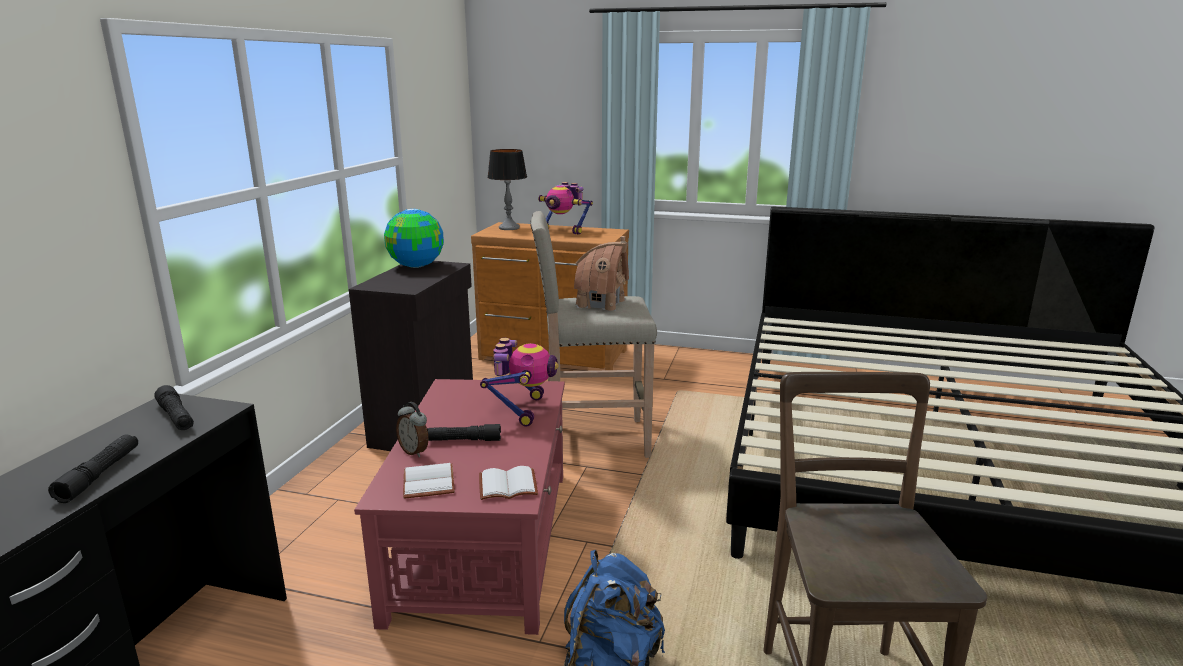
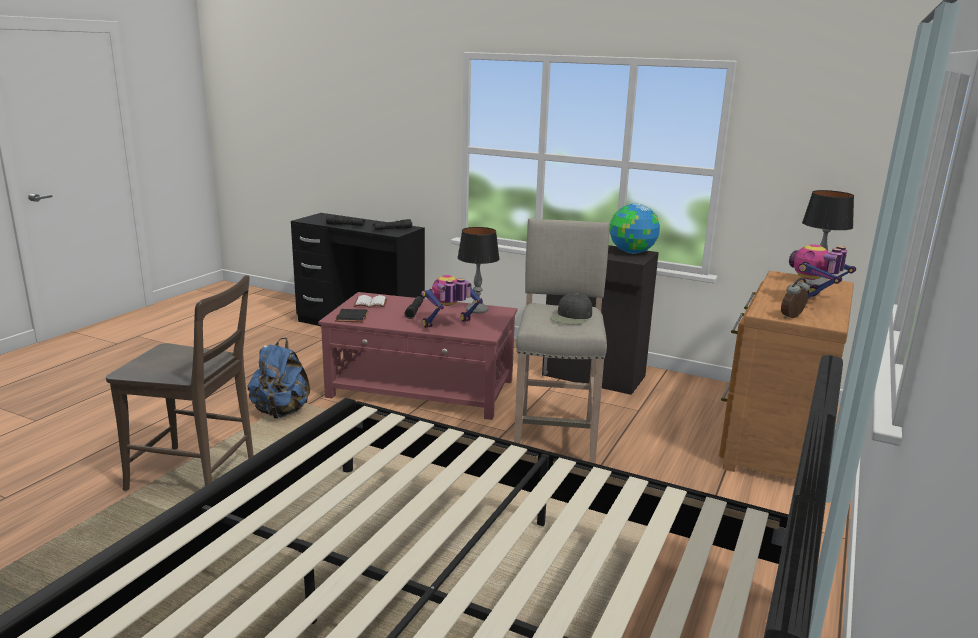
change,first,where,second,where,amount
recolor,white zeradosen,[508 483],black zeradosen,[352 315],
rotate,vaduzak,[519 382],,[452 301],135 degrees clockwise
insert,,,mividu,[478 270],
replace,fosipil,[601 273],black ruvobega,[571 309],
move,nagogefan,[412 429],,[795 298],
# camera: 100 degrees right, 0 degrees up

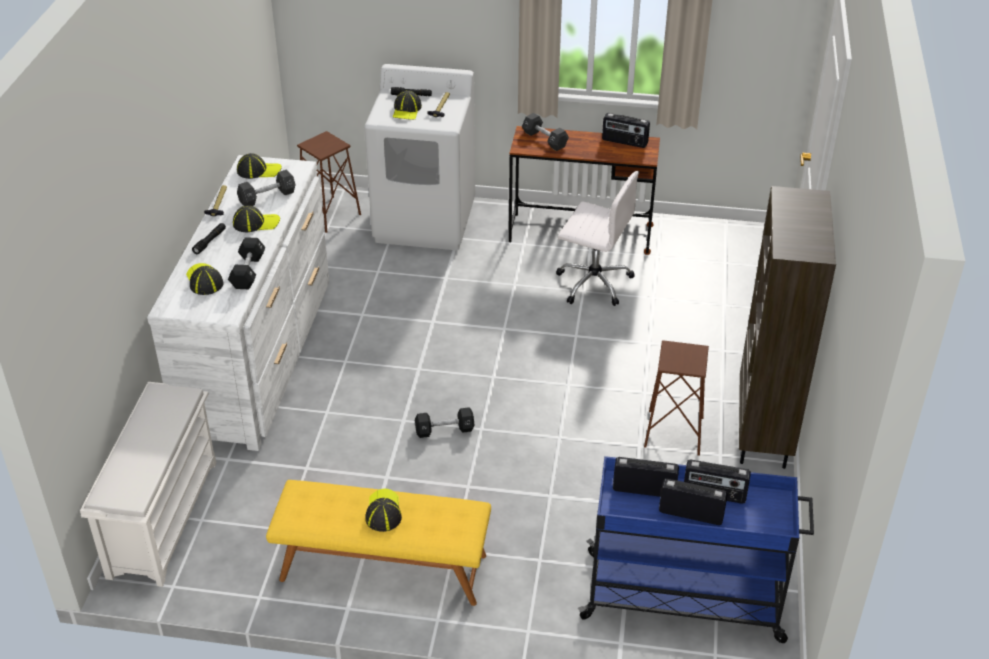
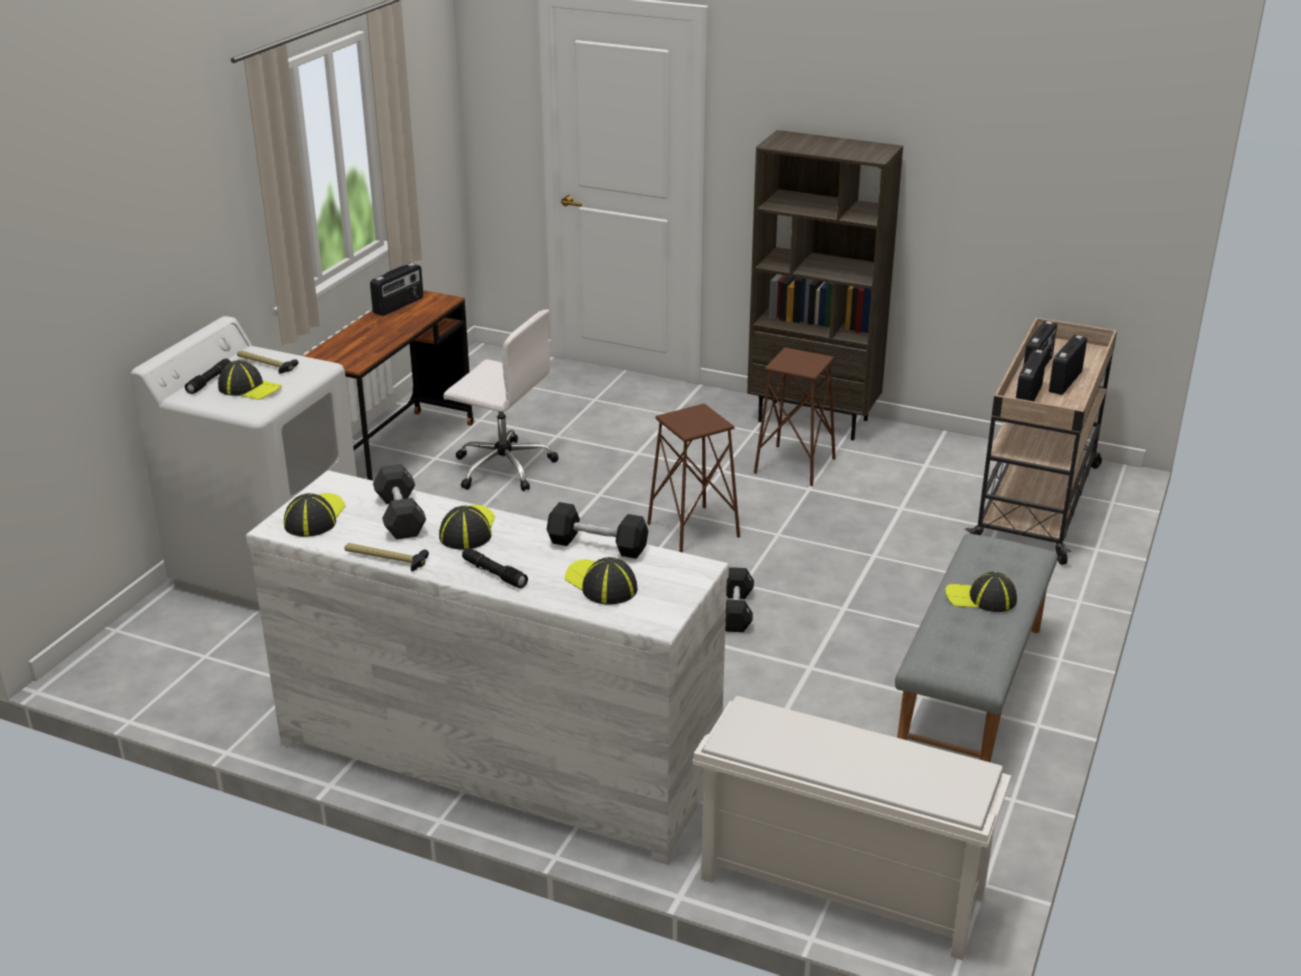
change,first,where,second,where,amount
rotate,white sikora,[597 238],,[500 400],75 degrees clockwise
rotate,ruvobega,[204 279],,[601 580],60 degrees clockwise
move,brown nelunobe,[329 182],,[693 478],
recolor,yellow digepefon,[378 543],grey digepefon,[976 648],
recolor,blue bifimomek,[696 549],beige bifimomek,[1041 441],
delete,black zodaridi,[545 132],,,
# camera: 75 degrees left, 10 degrees down

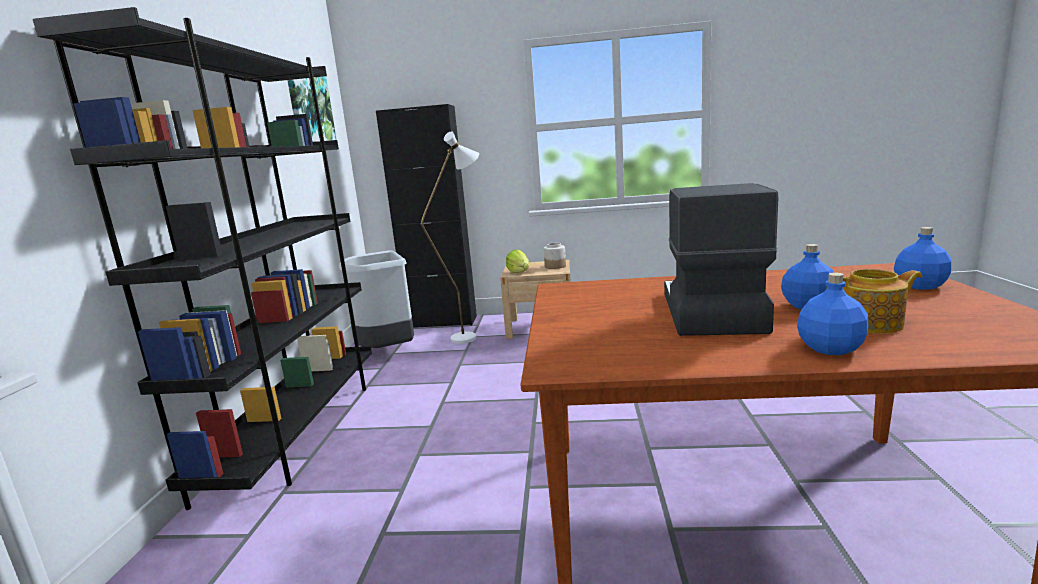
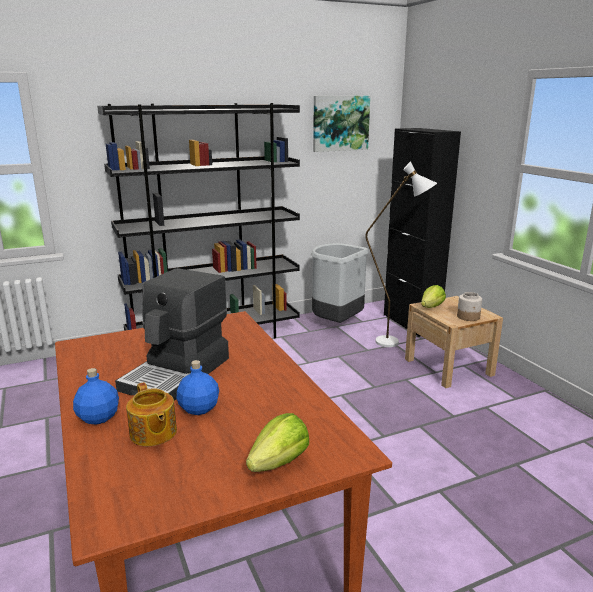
change,first,where,second,where,amount
rotate,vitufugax,[721 259],,[172 334],135 degrees clockwise
replace,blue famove,[923 258],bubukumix,[277 442],
# camera: 60 degrees right, 5 degrees up

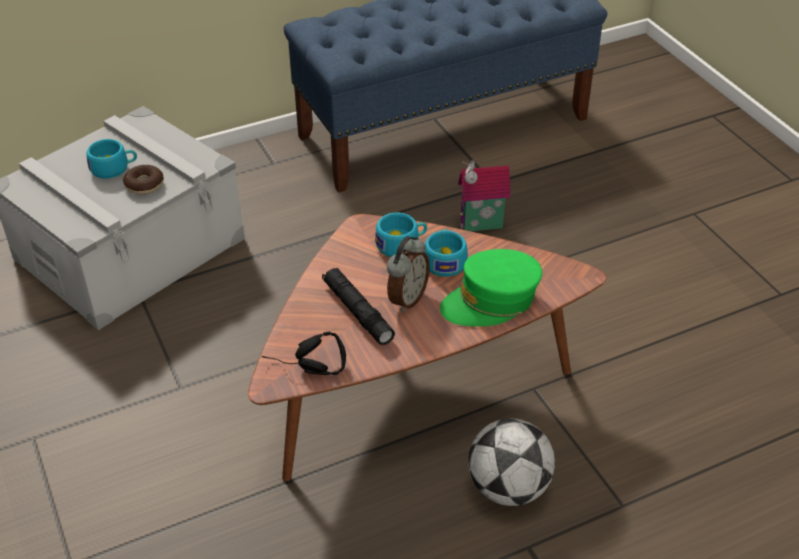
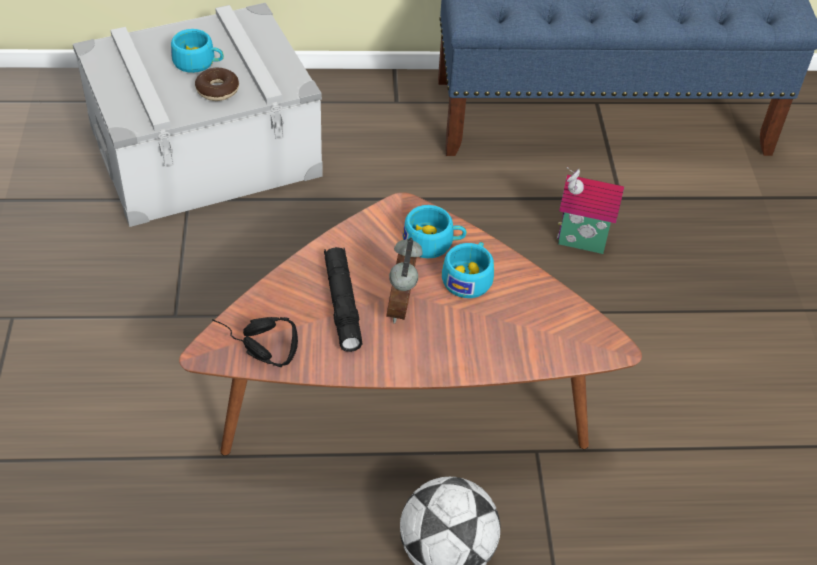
change,first,where,second,where,amount
rotate,nagogefan,[408 274],,[404 280],135 degrees clockwise
delete,green ruvobega,[491 287],,,
# camera: 20 degrees right, 5 degrees up

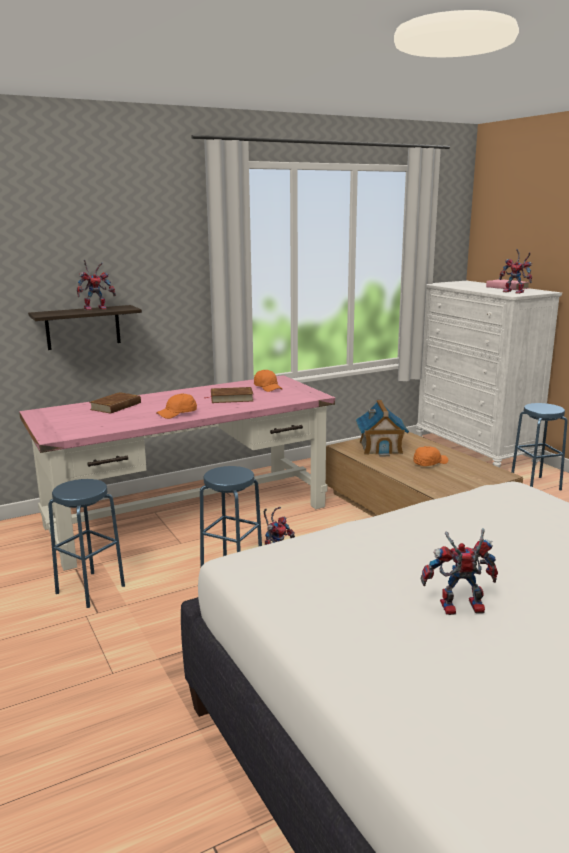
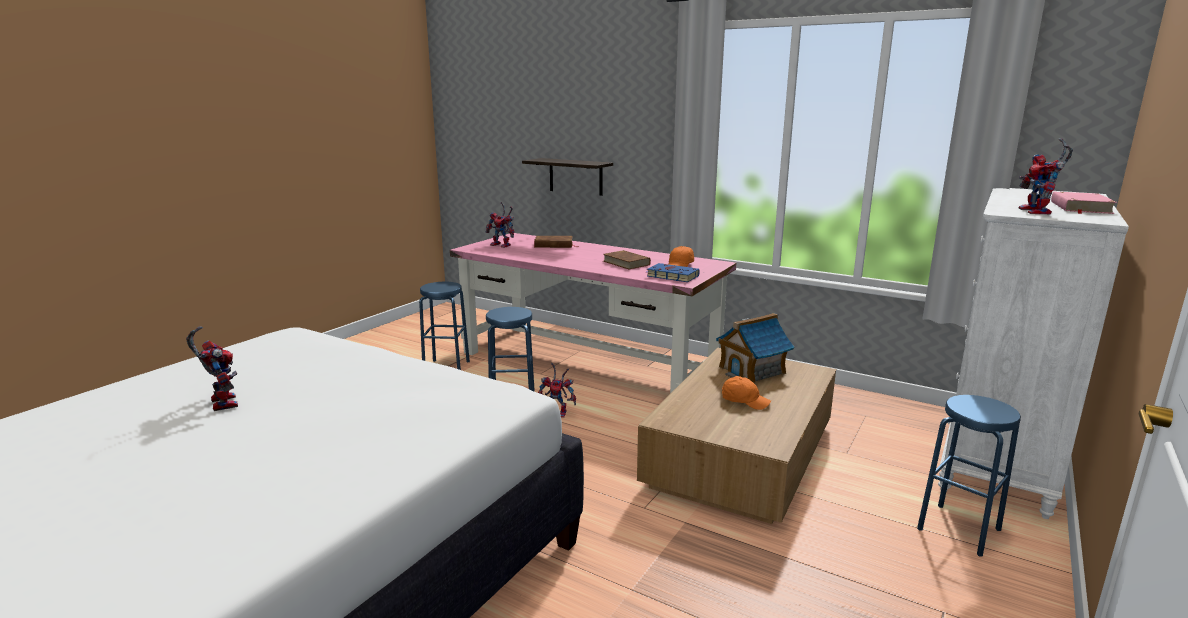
change,first,where,second,where,amount
move,vaduzak,[96 285],,[500 225],
insert,,,blue zeradosen,[673 272],
delete,orange ruvobega,[176 406],,,
# camera: 60 degrees right, 0 degrees up

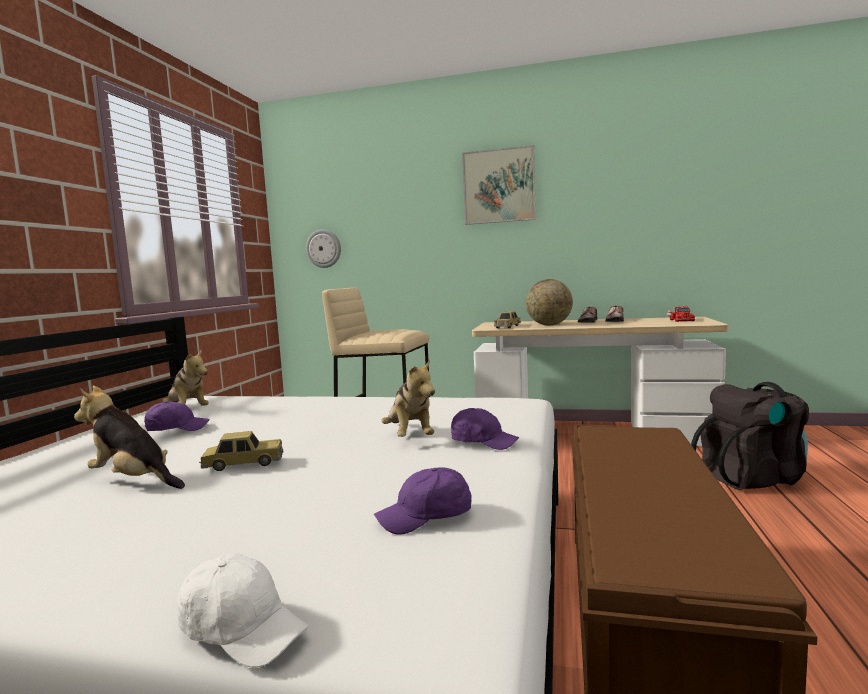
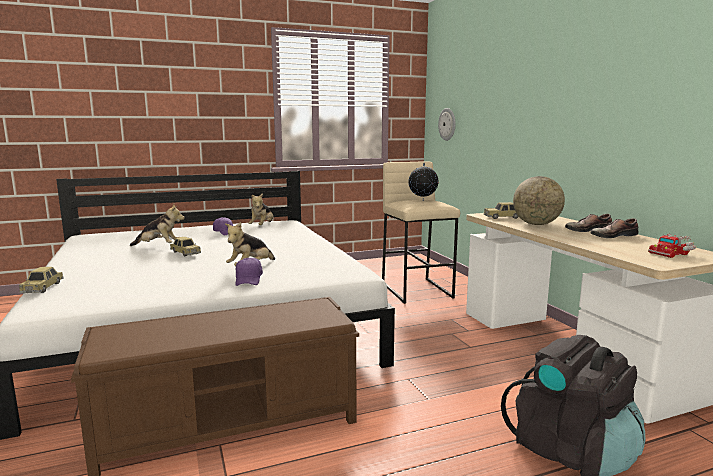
change,first,where,second,where,amount
replace,white ruvobega,[243 610],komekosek,[41 280],
rotate,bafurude,[129 437],,[157 225],105 degrees clockwise
insert,,,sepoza,[423 182],
delete,purple ruvobega,[423 501],,,
delete,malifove,[499 185],,,
# camera: 55 degrees right, 5 degrees up

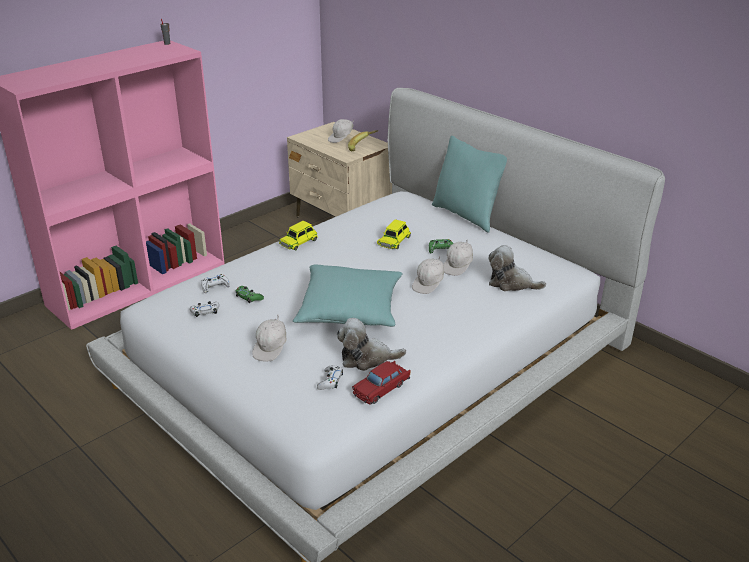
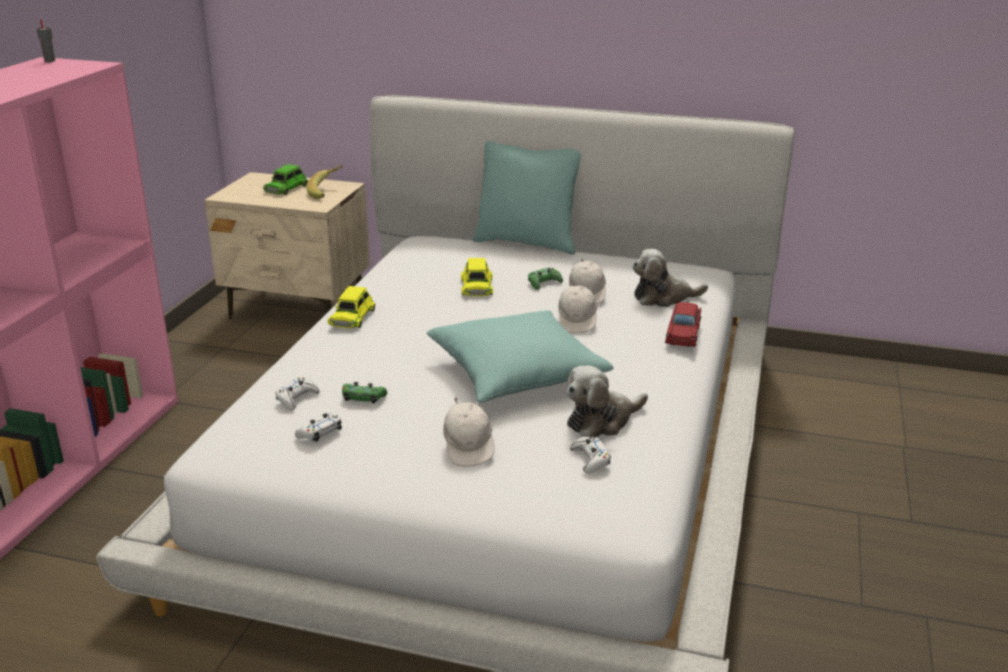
change,first,where,second,where,amount
replace,white ruvobega,[341 131],green komekosek,[285 179],
move,red komekosek,[381 383],,[683 324],
# camera: 30 degrees left, 5 degrees down

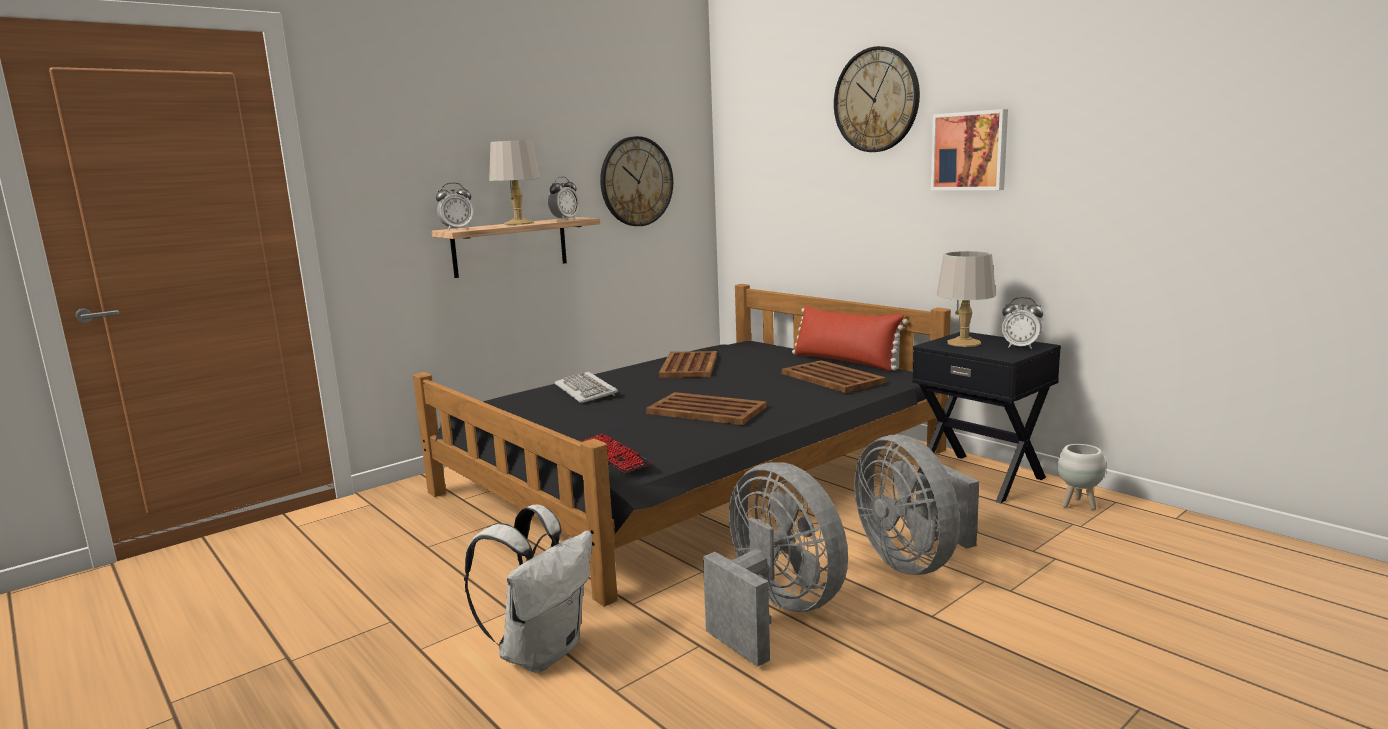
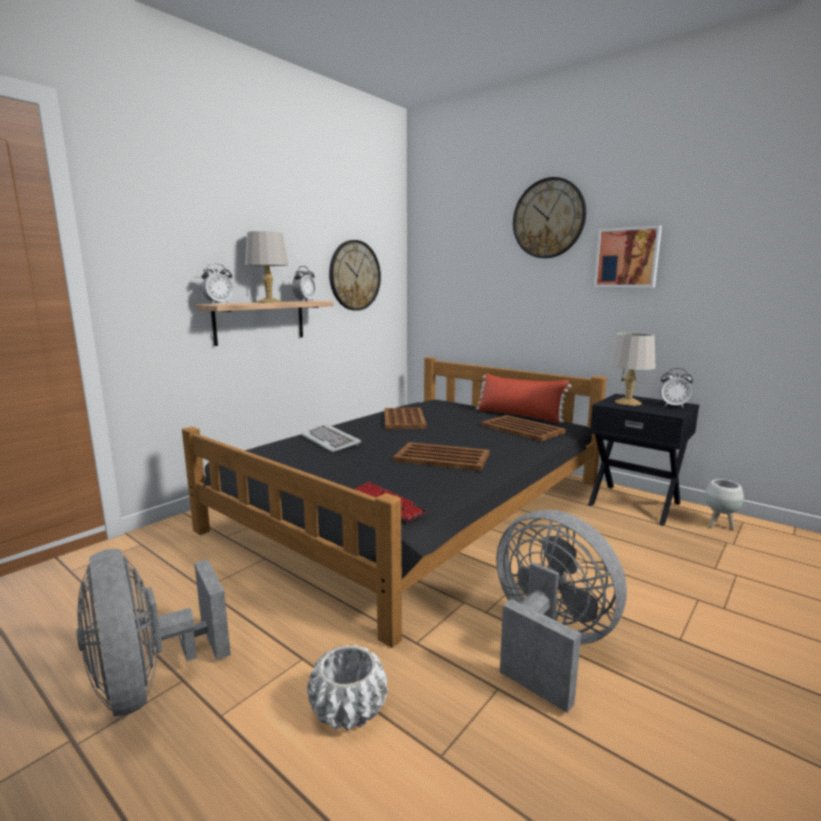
change,first,where,second,where,amount
move,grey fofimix,[916 505],,[153 633],
replace,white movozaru,[528 588],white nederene,[347 688],
# camera: 10 degrees left, 0 degrees up

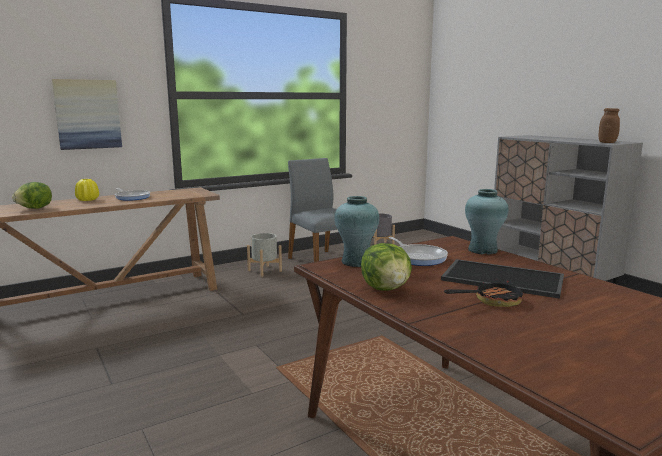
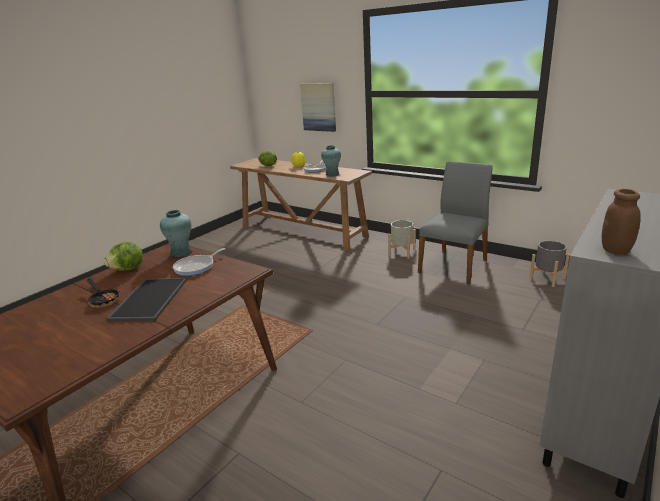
change,first,where,second,where,amount
move,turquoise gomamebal,[487 222],,[331 161],
# camera: 70 degrees right, 10 degrees up

